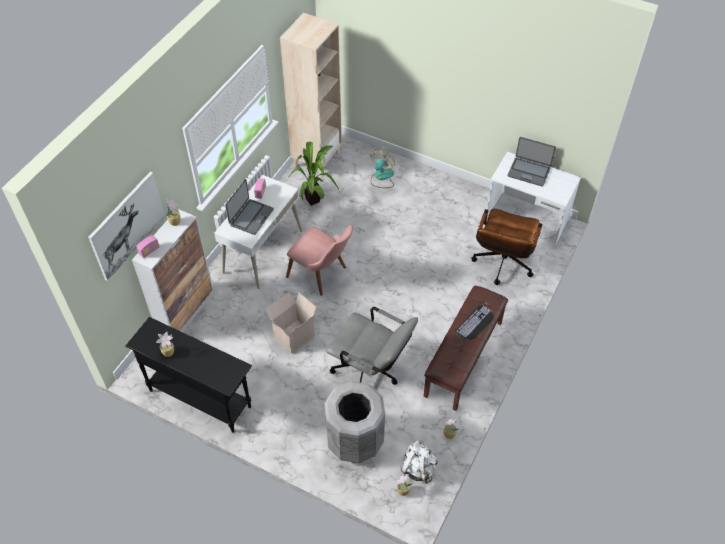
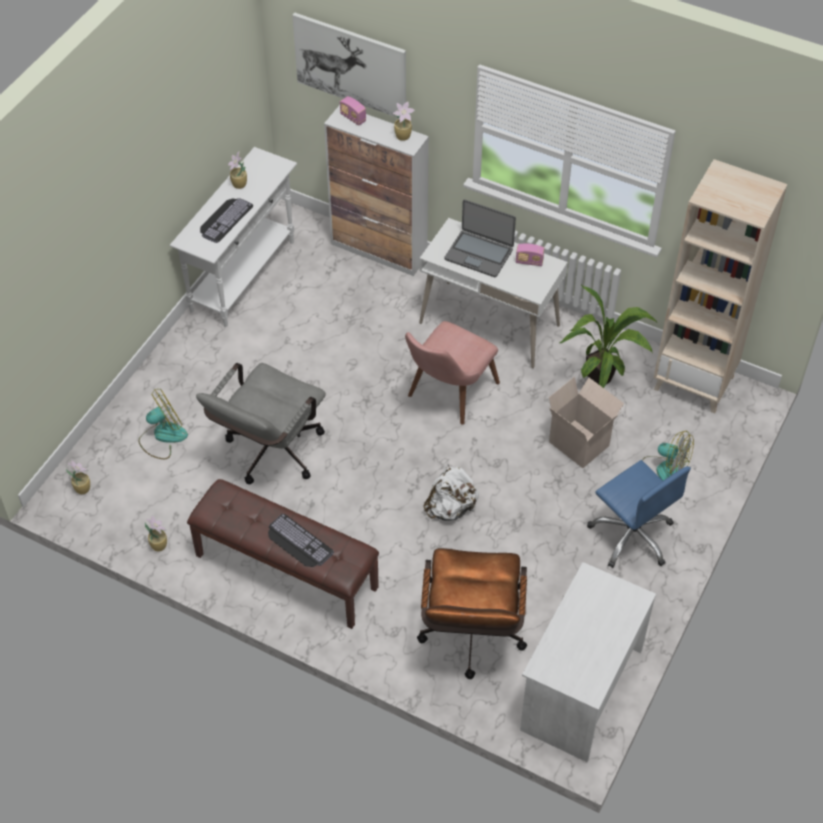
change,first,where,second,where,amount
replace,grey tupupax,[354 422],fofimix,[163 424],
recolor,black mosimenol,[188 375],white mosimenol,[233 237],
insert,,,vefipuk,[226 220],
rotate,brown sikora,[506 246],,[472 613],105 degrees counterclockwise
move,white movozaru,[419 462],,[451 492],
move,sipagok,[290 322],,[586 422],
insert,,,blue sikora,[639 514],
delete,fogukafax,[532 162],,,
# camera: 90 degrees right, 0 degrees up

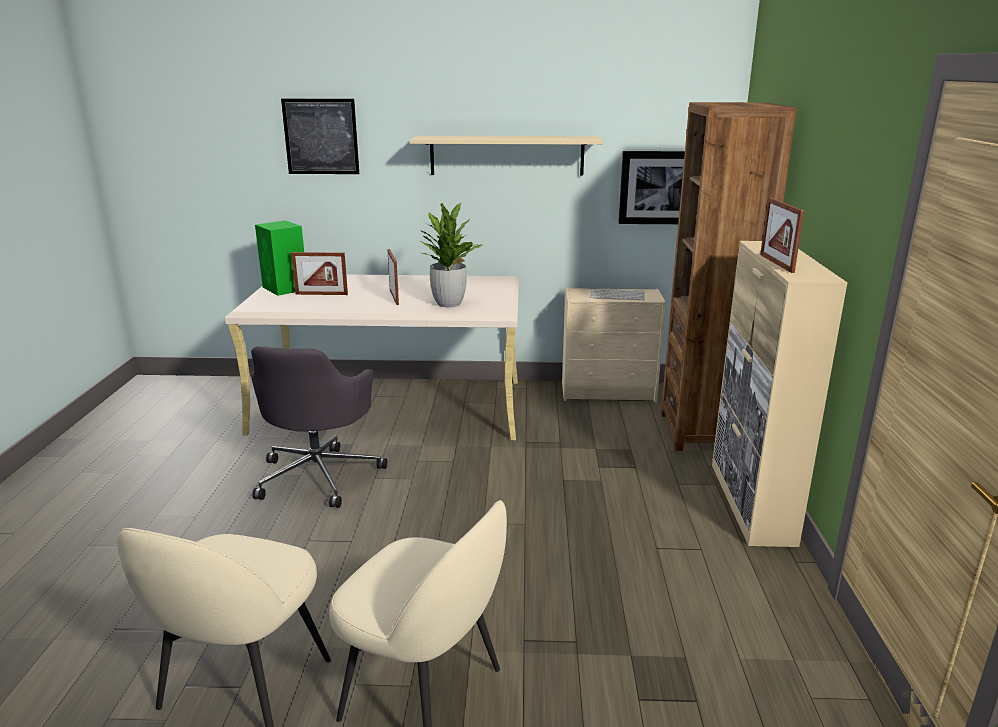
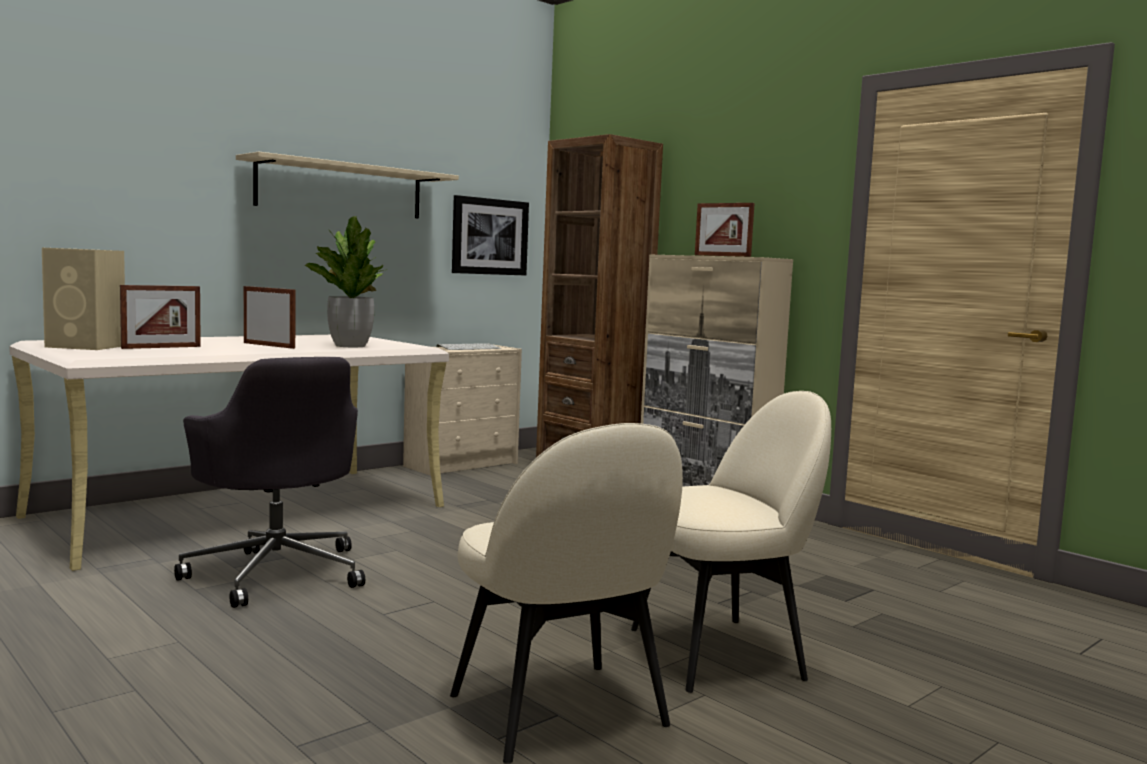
change,first,where,second,where,amount
recolor,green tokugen,[279 258],beige tokugen,[83 299],
delete,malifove,[320 136],,,
# camera: 45 degrees left, 15 degrees down

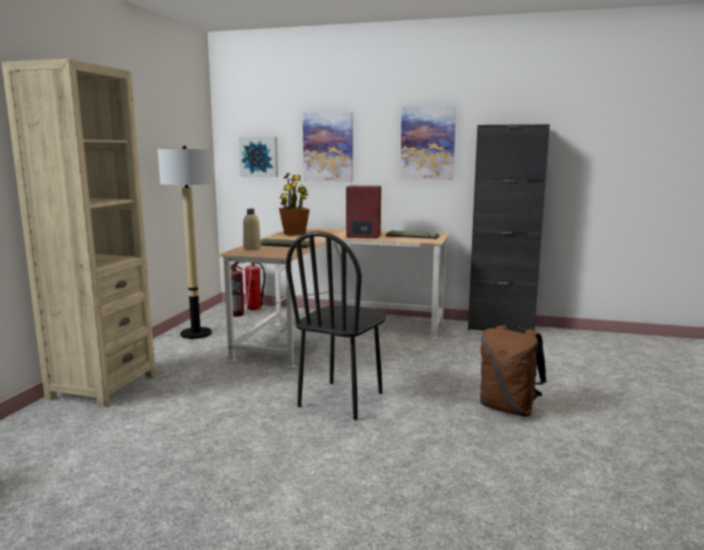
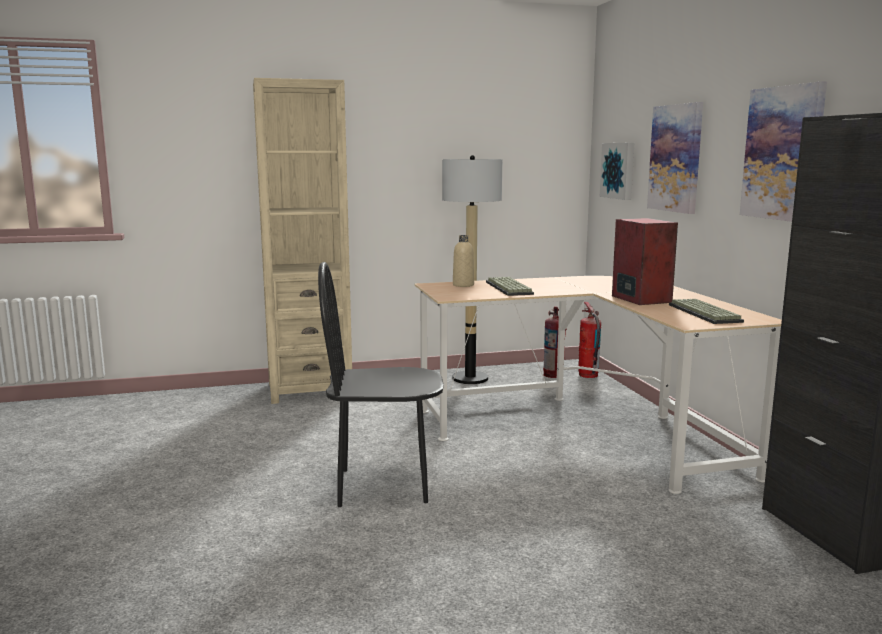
change,first,where,second,where,amount
delete,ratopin,[294 204],,,
delete,brown movozaru,[513 371],,,
# camera: 60 degrees right, 0 degrees up

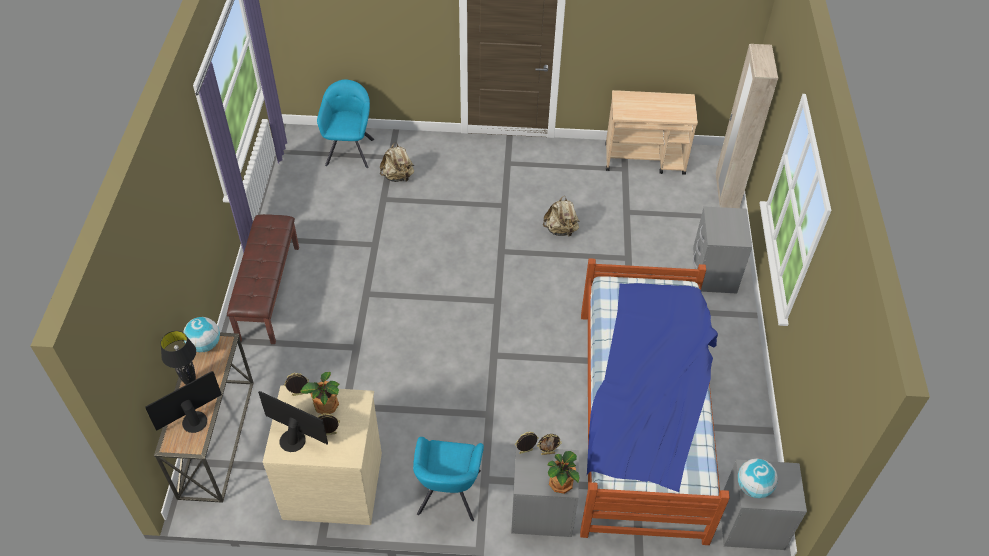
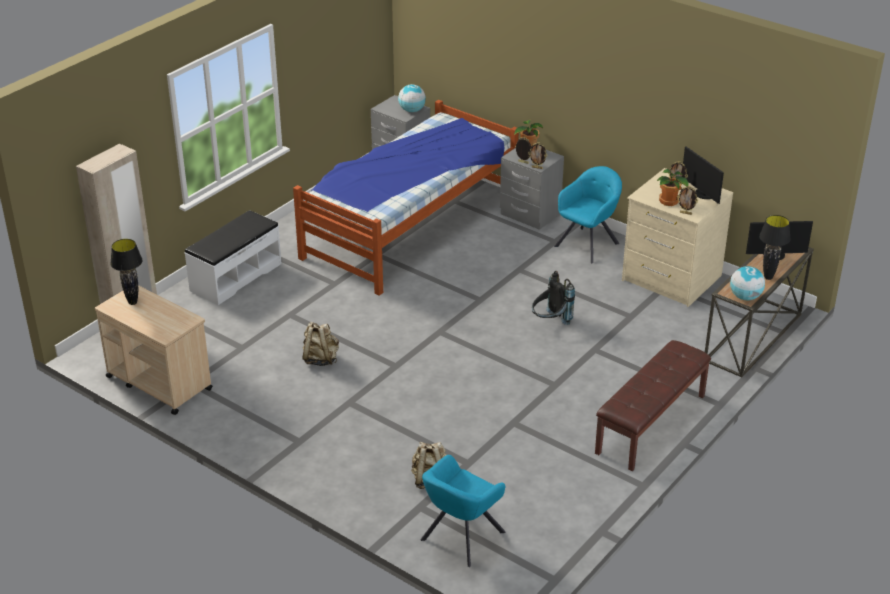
change,first,where,second,where,amount
insert,,,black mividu,[126 272],
replace,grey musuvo,[722 249],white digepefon,[232 257],
insert,,,black movozaru,[553 298],
# camera: 145 degrees left, 15 degrees down

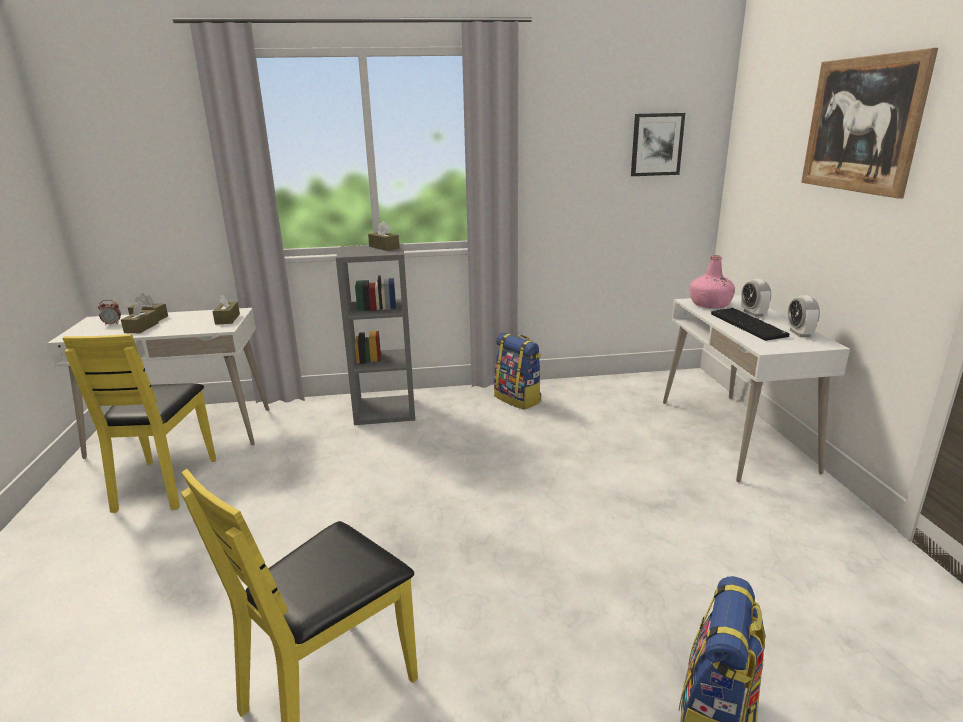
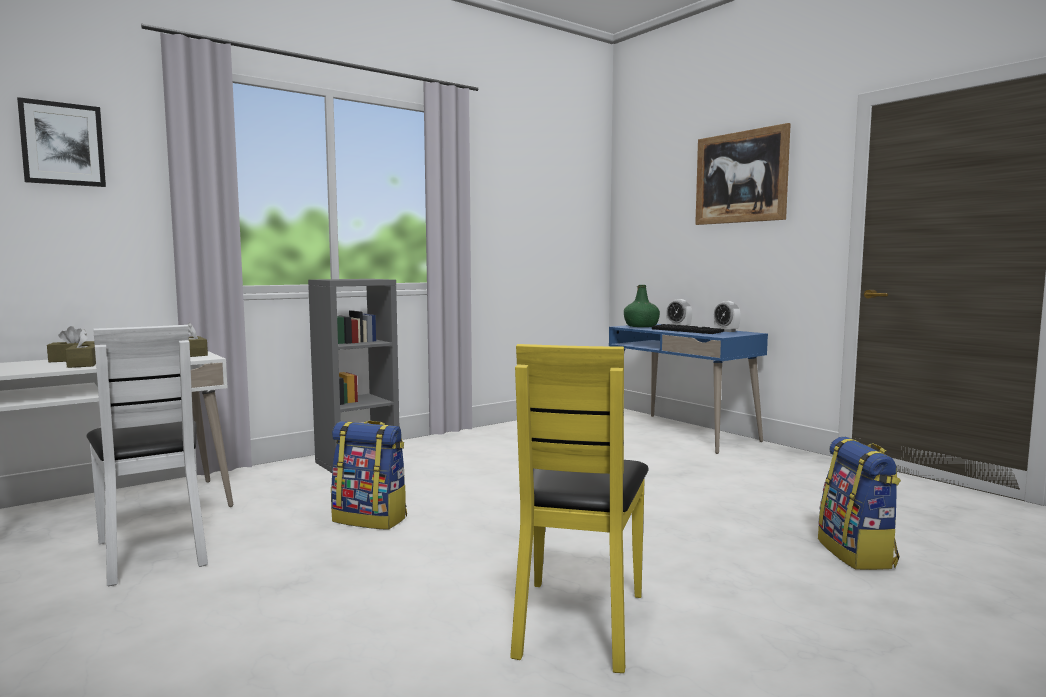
change,first,where,second,where,amount
move,malifove,[658 144],,[61 142],
recolor,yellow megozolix,[139 423],white megozolix,[147 455],
move,movozaru,[517 371],,[369 475],
recolor,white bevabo,[756 388],blue bevabo,[688 389],
recolor,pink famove,[712 282],green famove,[642 306],
delete,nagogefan,[109 313],,,
delete,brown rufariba,[383 236],,,
# camera: 30 degrees left, 15 degrees down

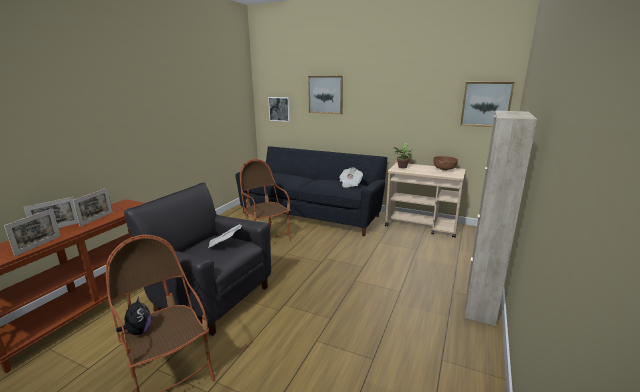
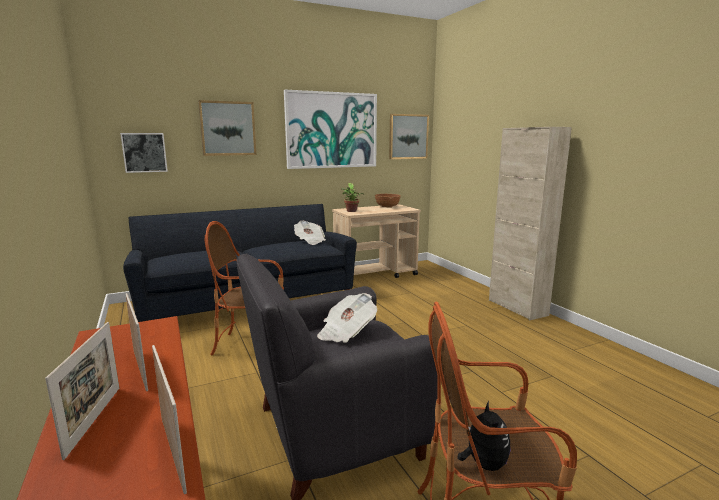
change,first,where,second,where,amount
insert,,,malifove,[330 129],
rotate,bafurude,[133 315],,[484 436],60 degrees clockwise
# camera: 50 degrees left, 5 degrees down

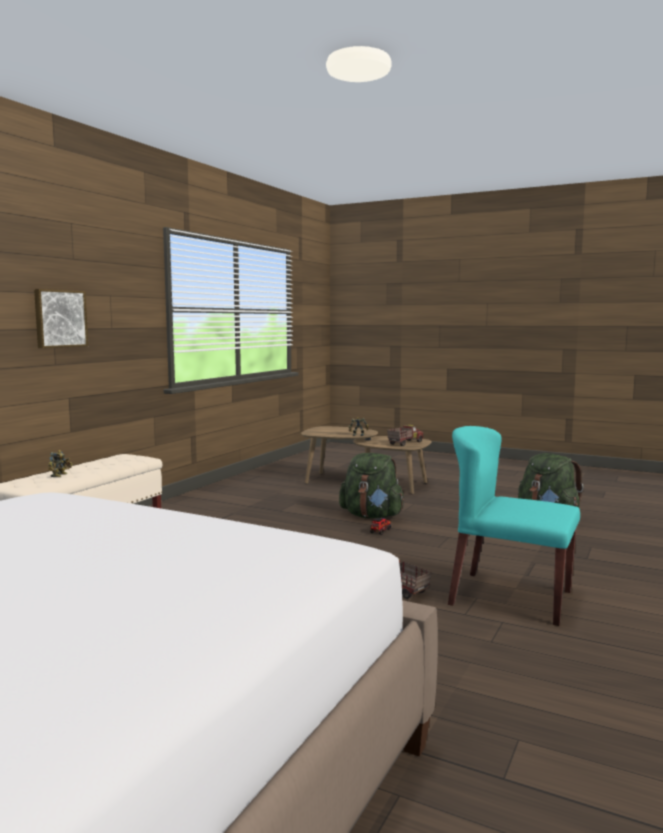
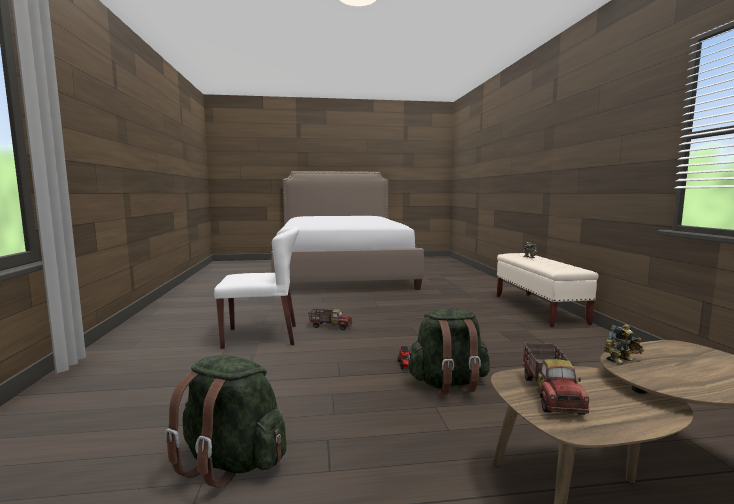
change,first,where,second,where,amount
recolor,turquoise megozolix,[514 526],white megozolix,[256 288],
delete,malifove,[61 318],,,
# camera: 145 degrees right, 0 degrees up

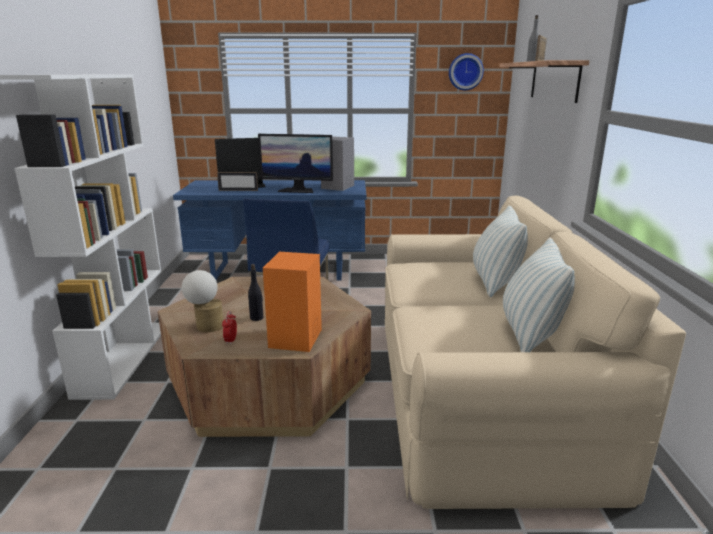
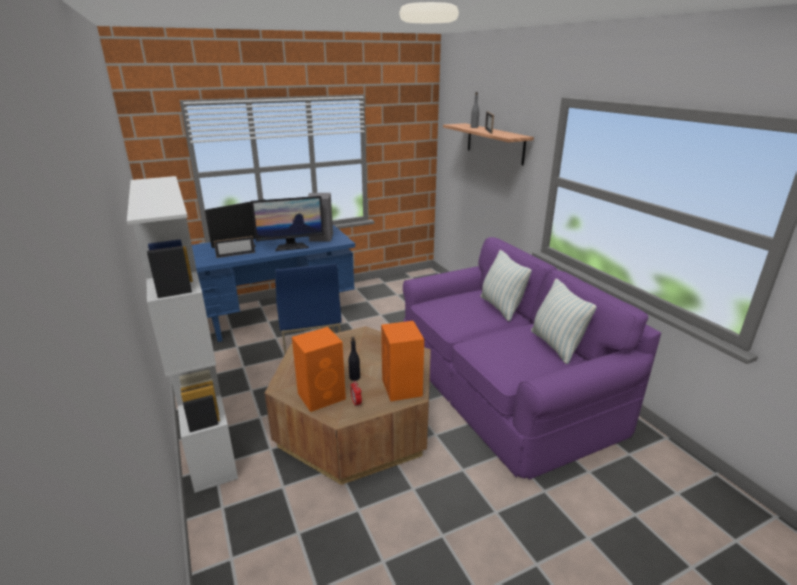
change,first,where,second,where,amount
replace,mividu,[203 301],orange tokugen,[319 369],
recolor,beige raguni,[535 352],purple raguni,[532 358],
delete,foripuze,[466 71],,,
# camera: 25 degrees left, 5 degrees up

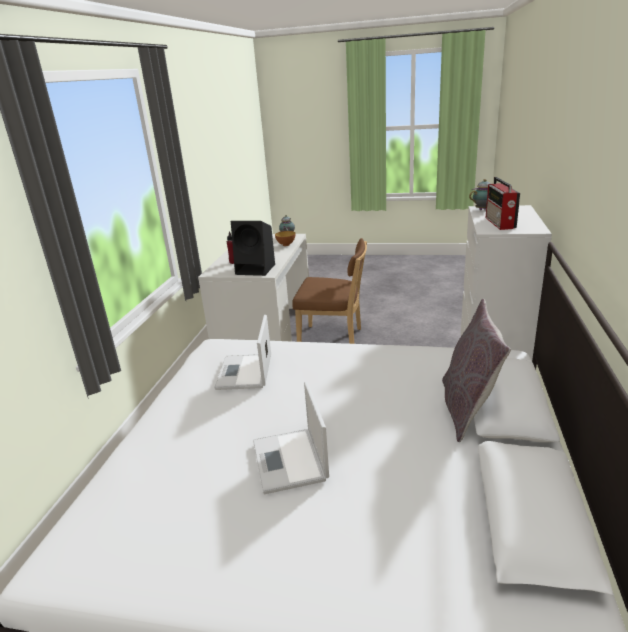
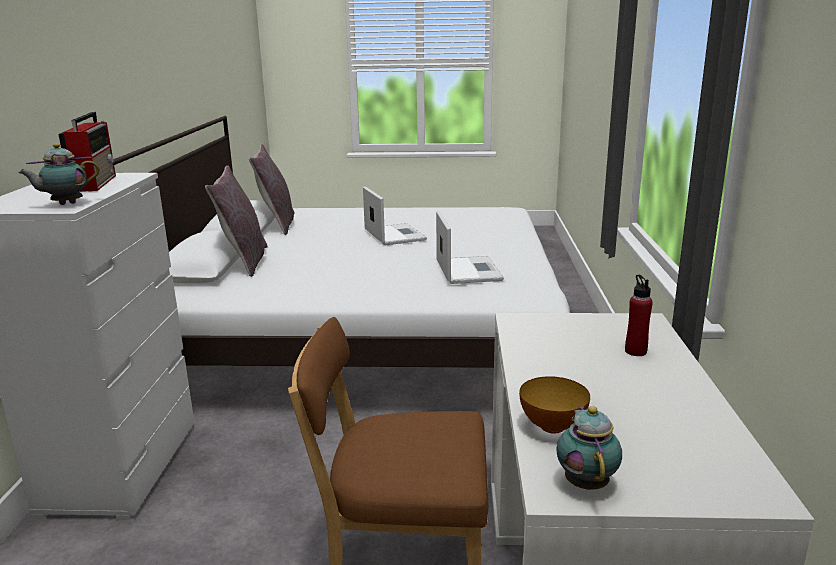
change,first,where,second,where,amount
insert,,,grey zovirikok,[272 189],
delete,black tokugen,[253 248],,,
# camera: 170 degrees right, 5 degrees down

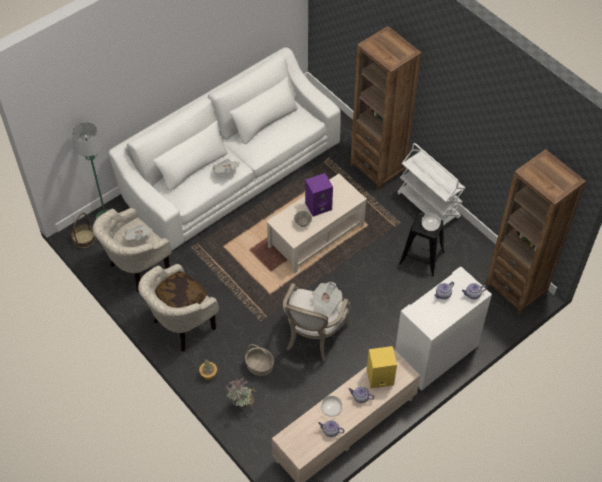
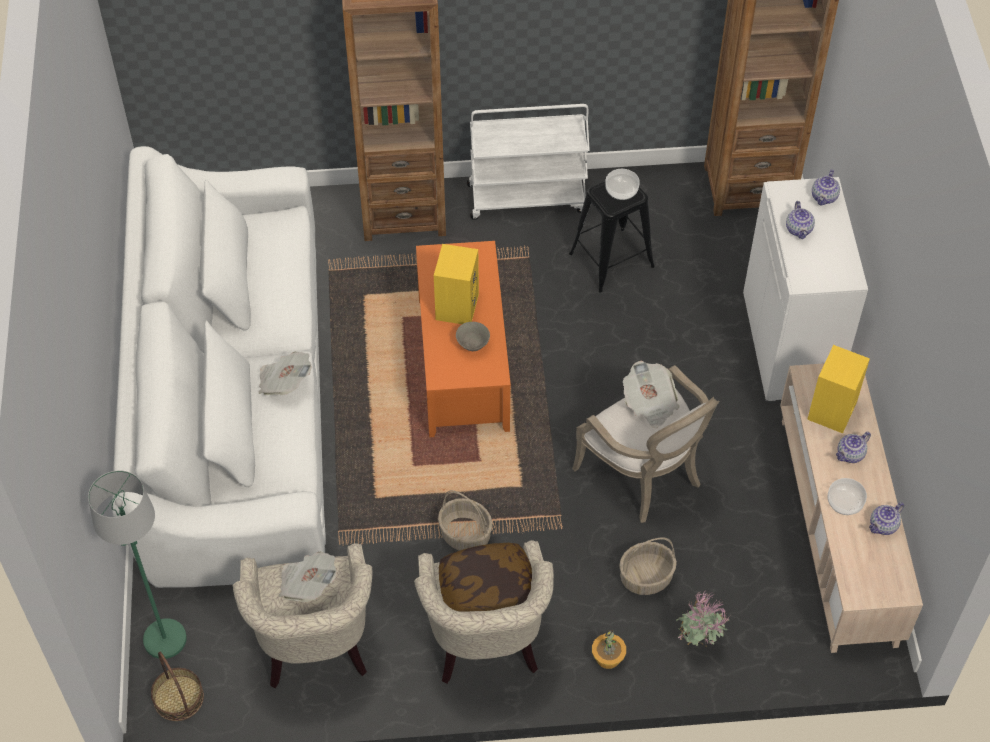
change,first,where,second,where,amount
recolor,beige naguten,[316 223],orange naguten,[463 339],
recolor,purple tokugen,[319 195],yellow tokugen,[456 284],
insert,,,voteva,[465 520],
# camera: 55 degrees left, 0 degrees up

